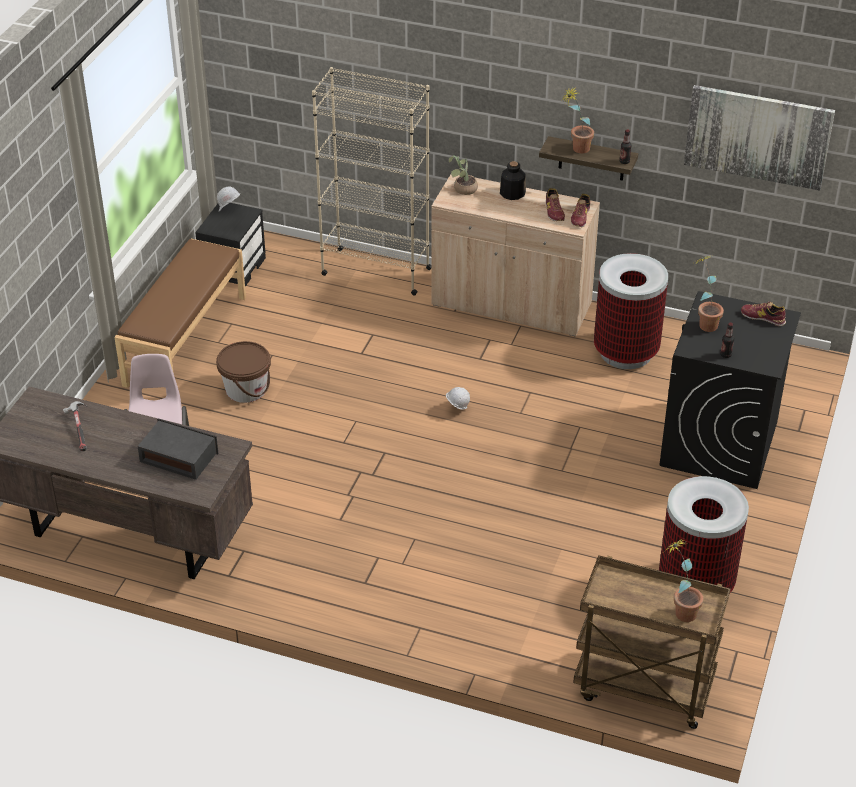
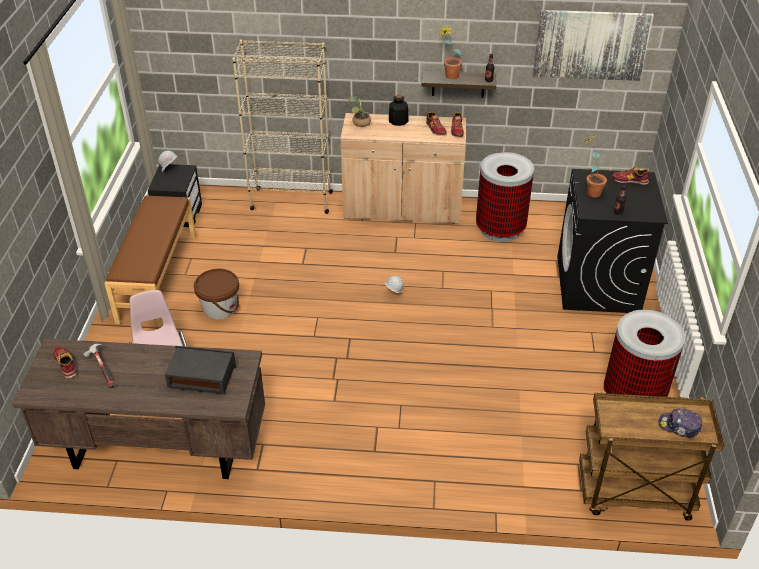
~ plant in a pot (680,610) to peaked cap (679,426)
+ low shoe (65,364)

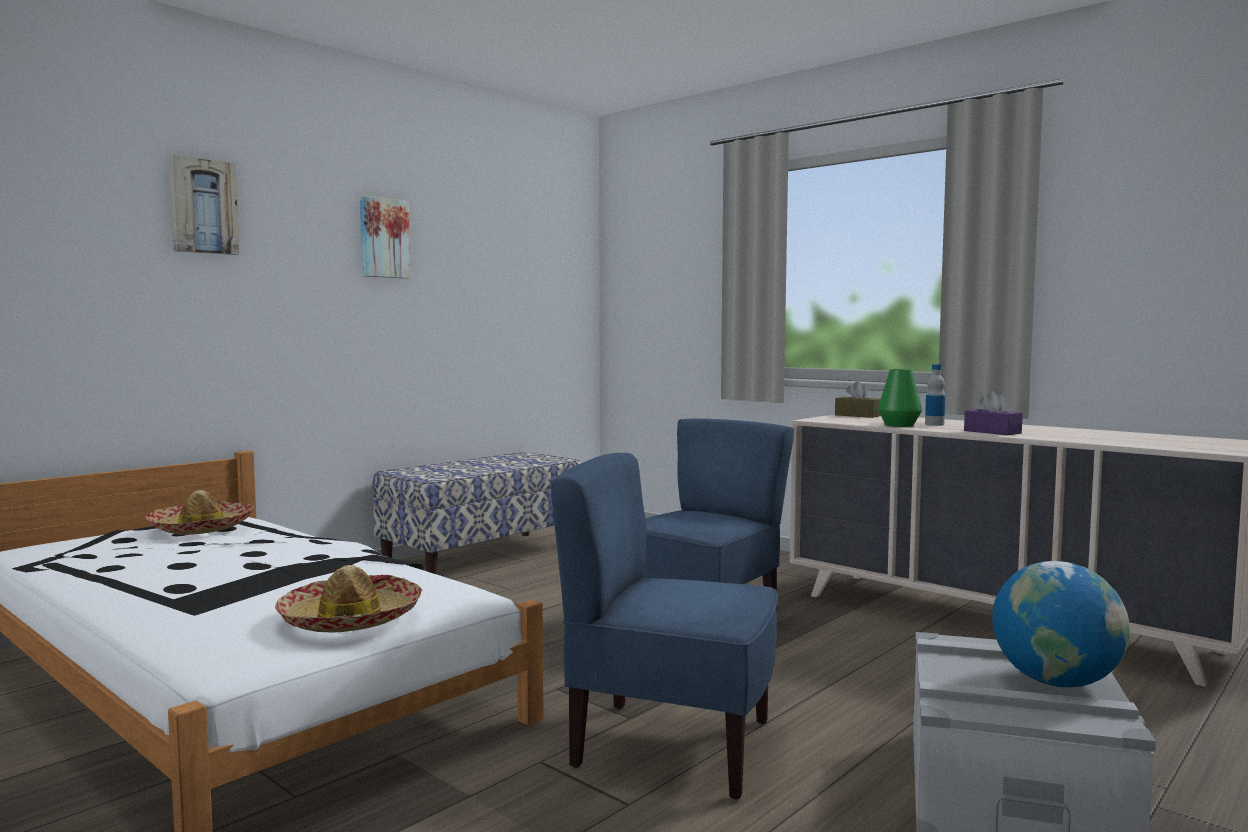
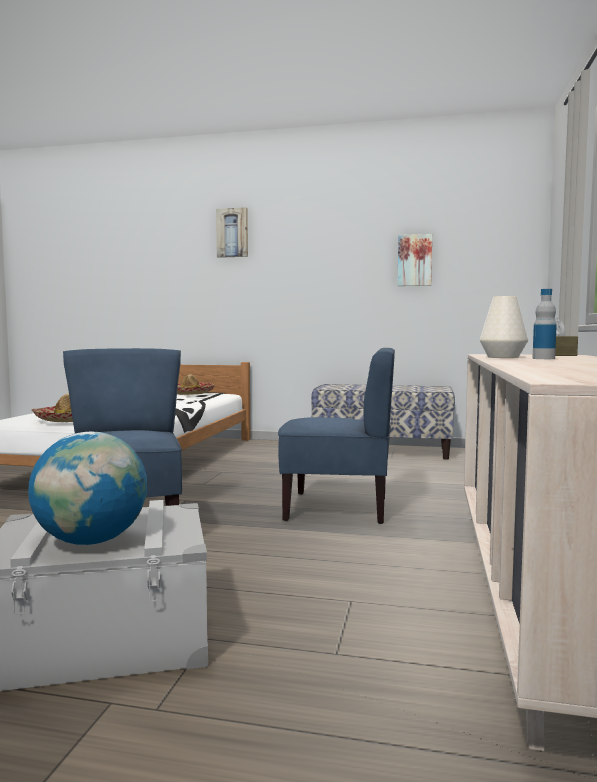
~ wall art (383,238) to (414,260)
~ green-coloured vase (899,425) to white-coloured vase (503,357)
- purplish tissue holder (992,432)

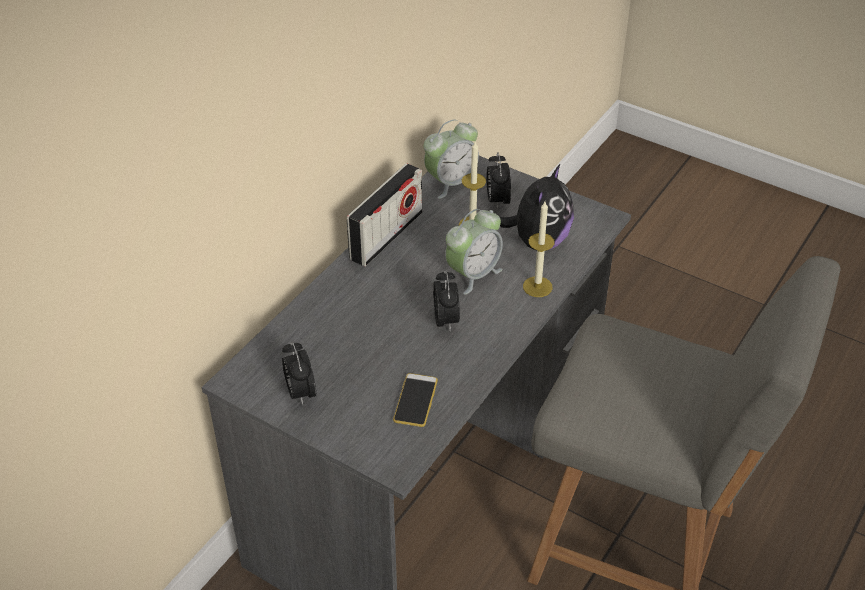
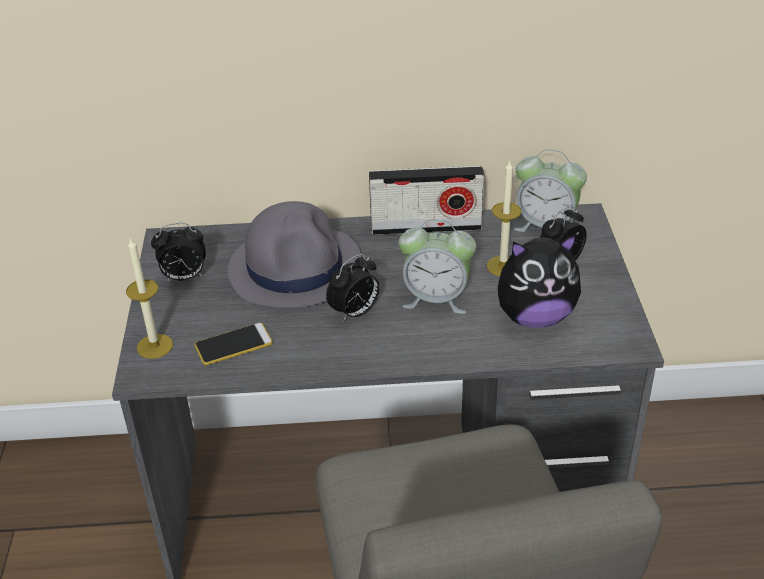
~ wax light (537,287) to (155,346)
~ alarm clock (300,392) = (184,277) 135 degrees counterclockwise
+ grey wearable hat (296,267)

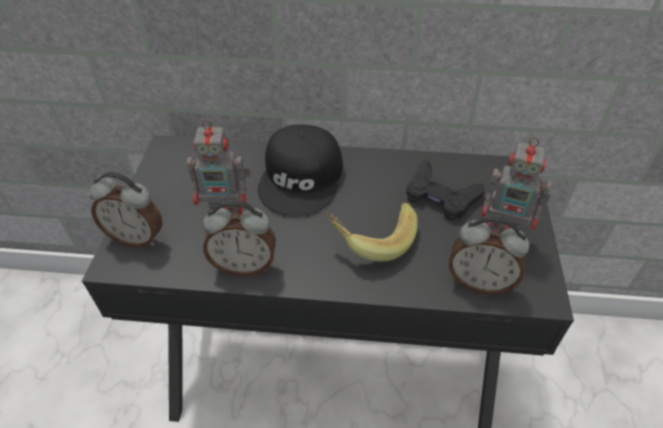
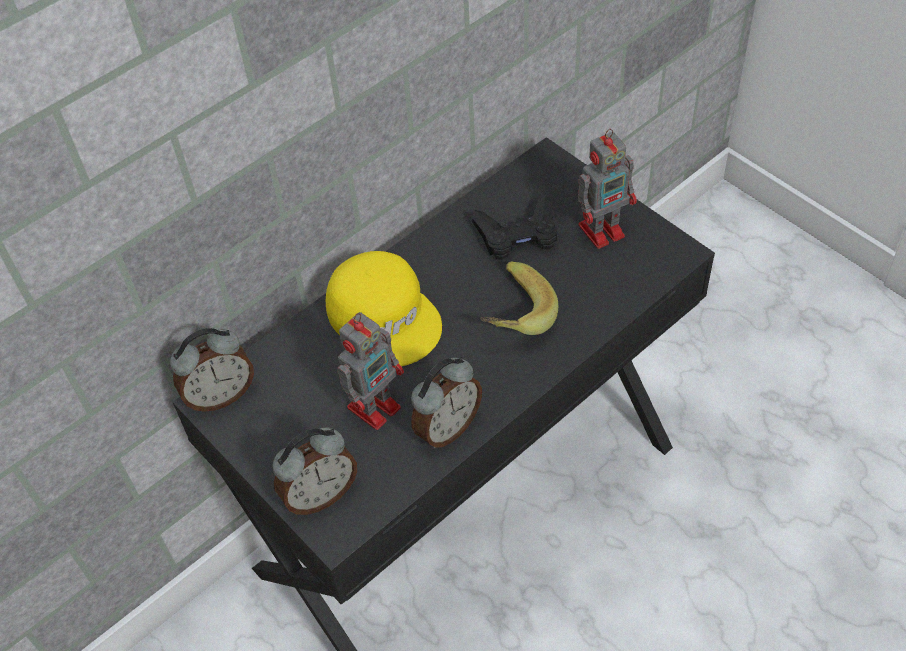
~ black peaked cap (302,178) to yellowish peaked cap (385,316)
~ alarm clock (479,281) to (220,395)

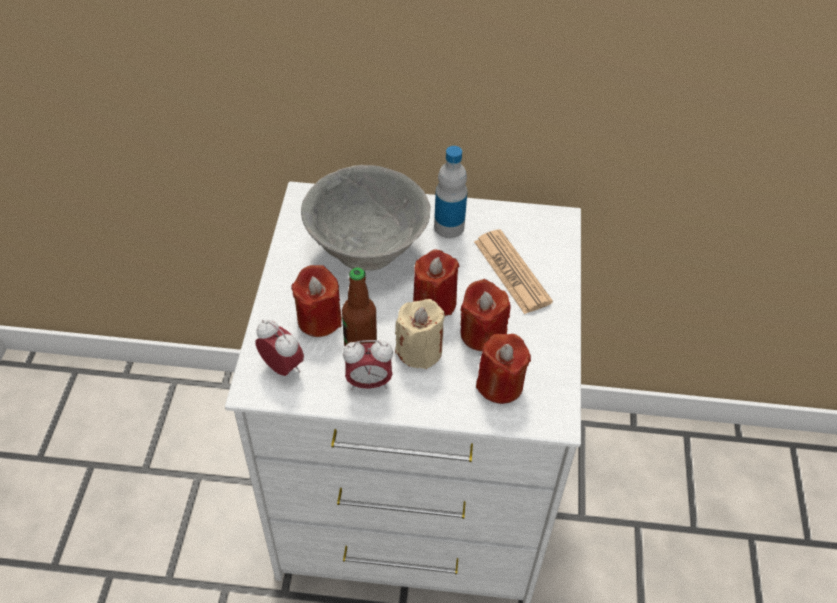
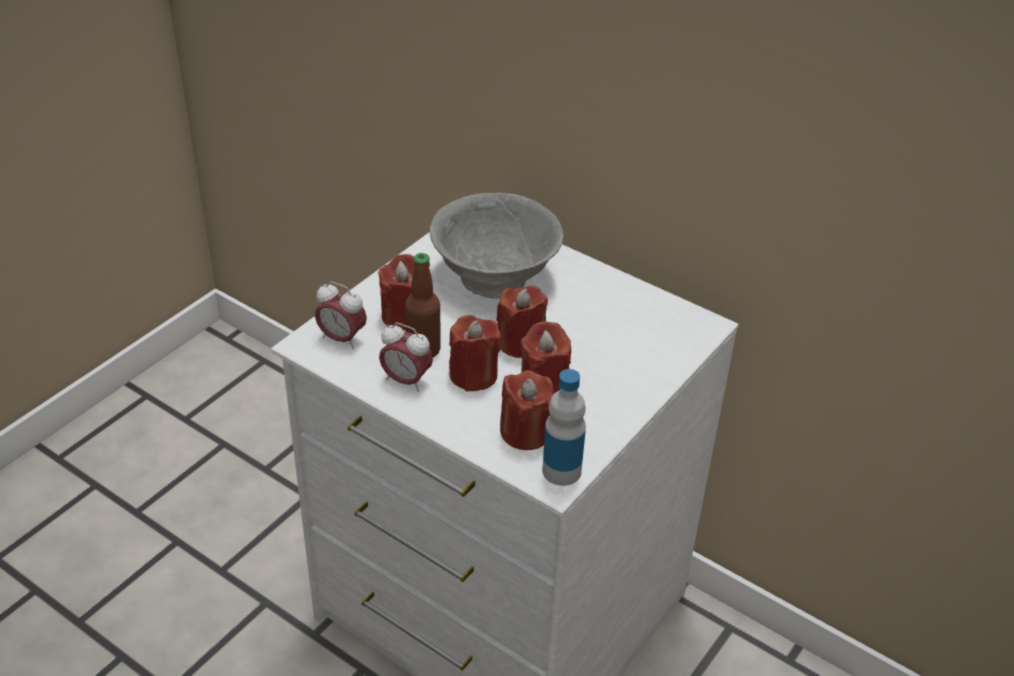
~ drink bottle (449,227) to (561,471)
- daily paper (512,272)
~ sand-coloured wax light (419,350) to red wax light (473,375)
~ alarm clock (282,367) = (342,338) 135 degrees clockwise

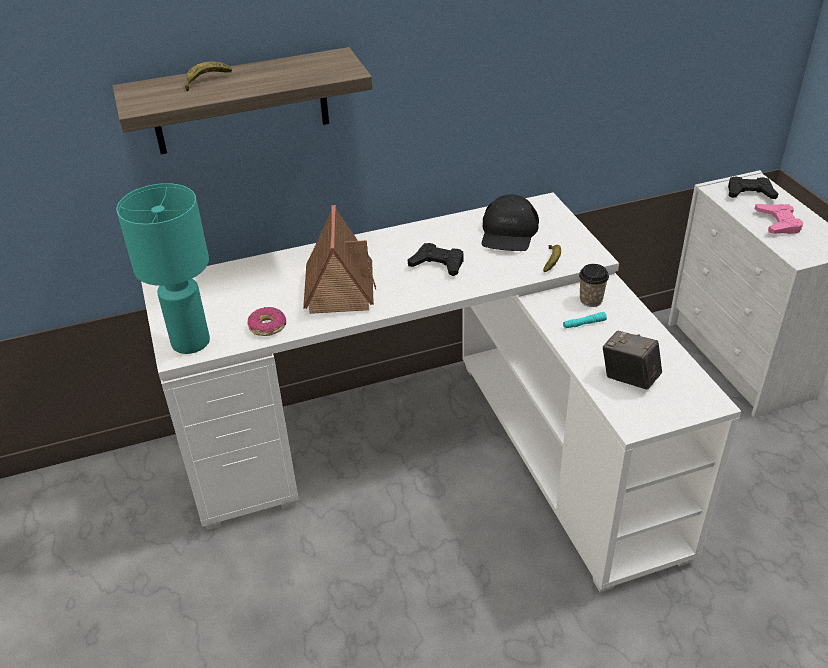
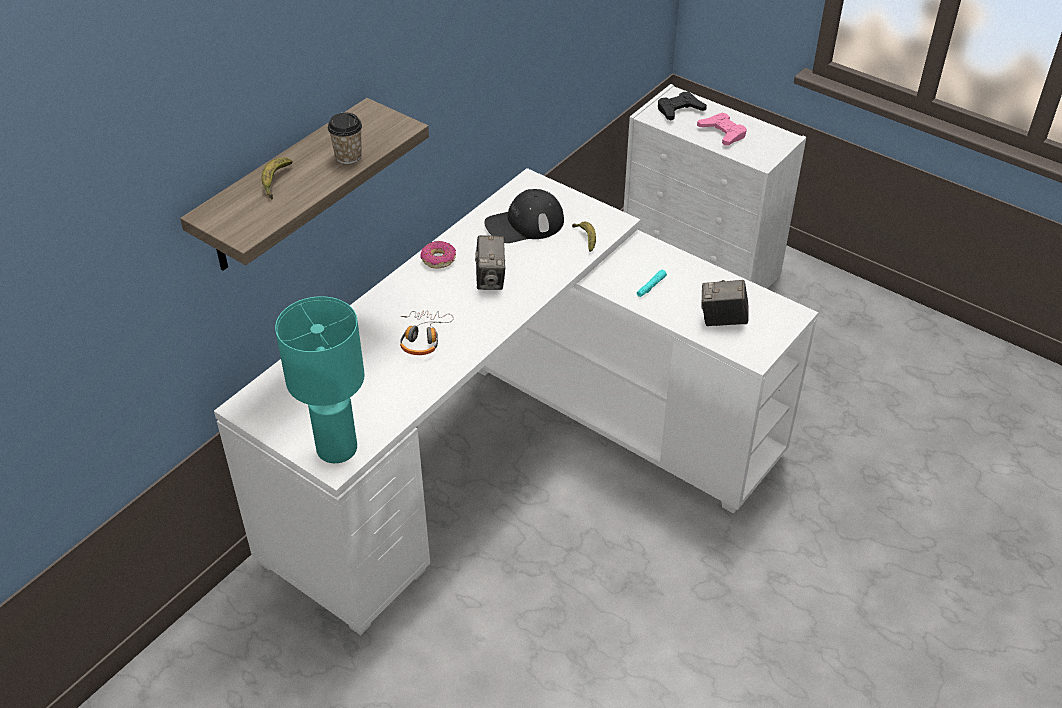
~ black peaked cap (508,232) = (524,224) 90 degrees clockwise
~ model house (339,287) to pair of headphones (423,337)
~ black joypad (438,264) to photo camera (491,279)
~ small cup (591,300) to (348,156)
~ donut (267,327) to (438,259)

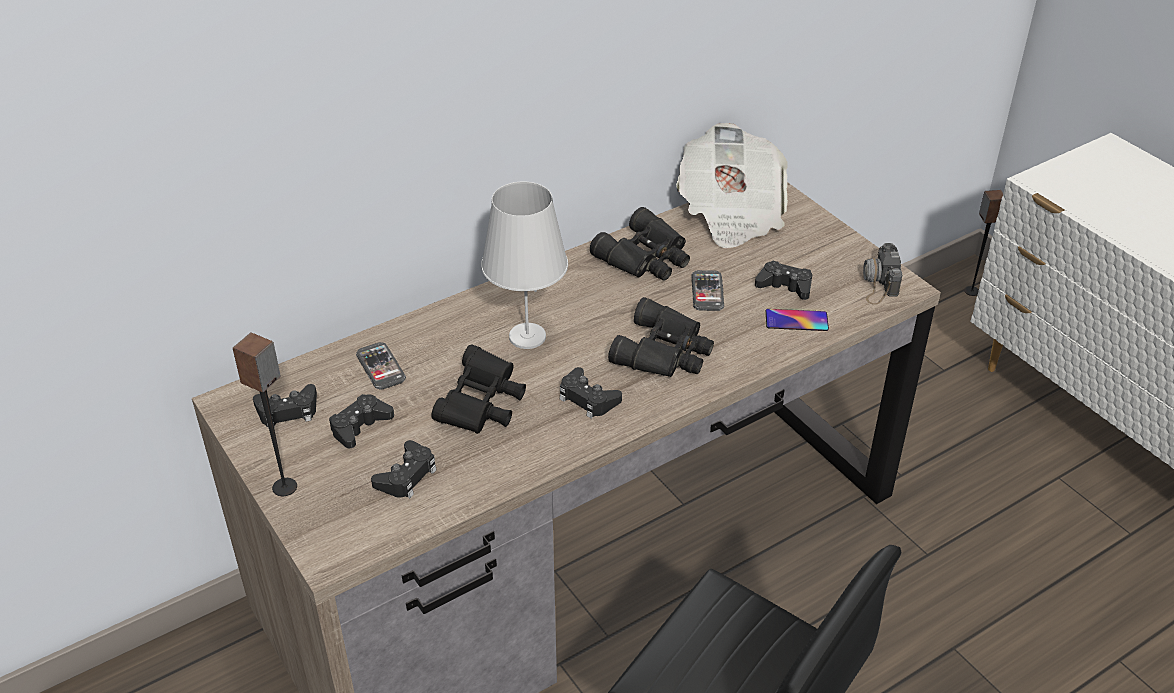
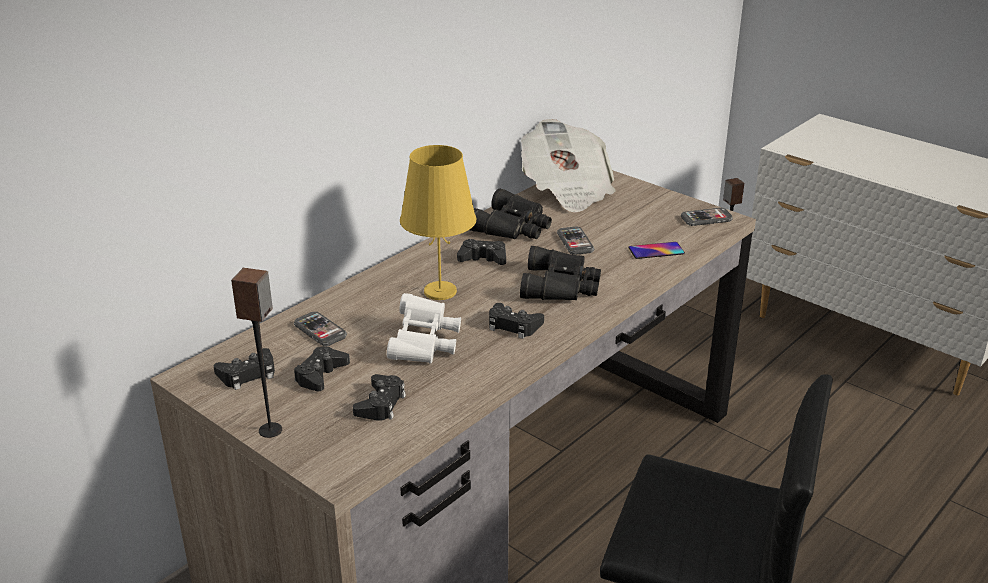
~ white-coloured lamp for a table (527,337) to yellowish lamp for a table (440,291)
~ photo camera (879,282) to telephone (706,218)
~ black joypad (785,286) to (483,258)
~ black binoculars (482,406) to white-coloured binoculars (424,344)

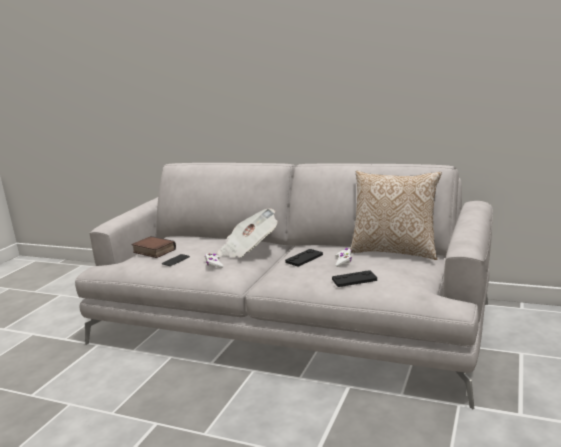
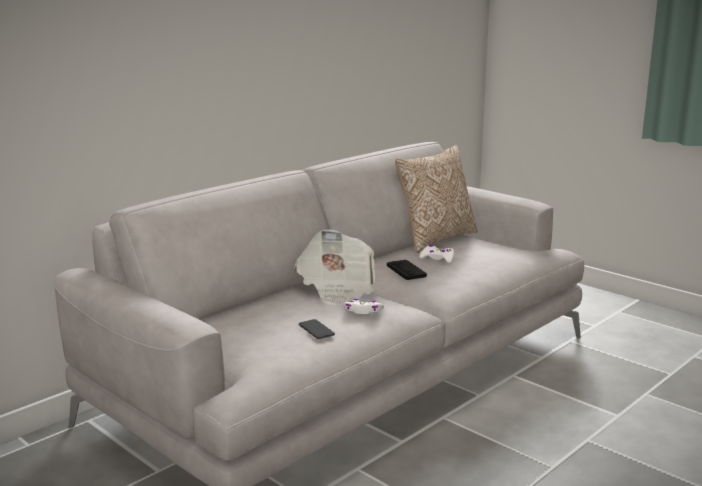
- bound book (153,251)
- black joypad (354,279)

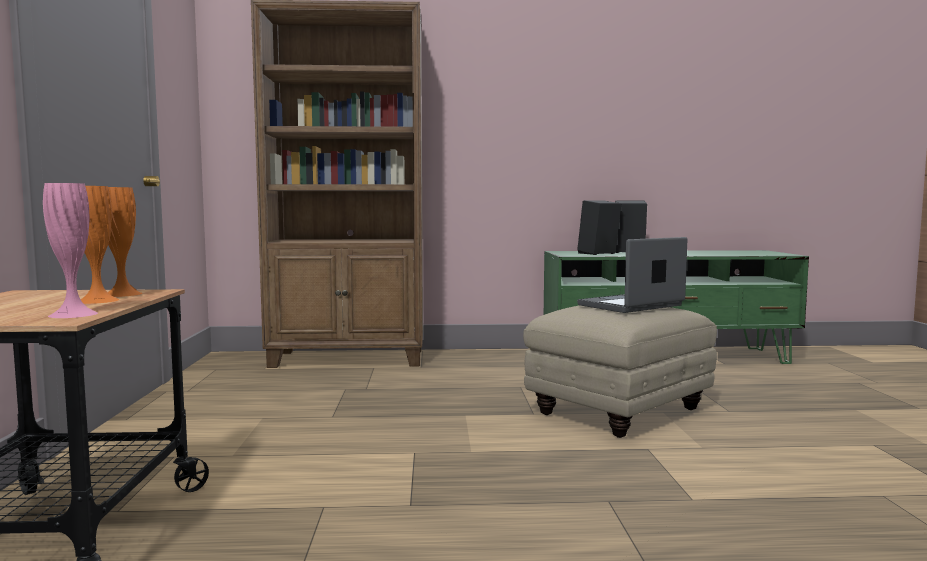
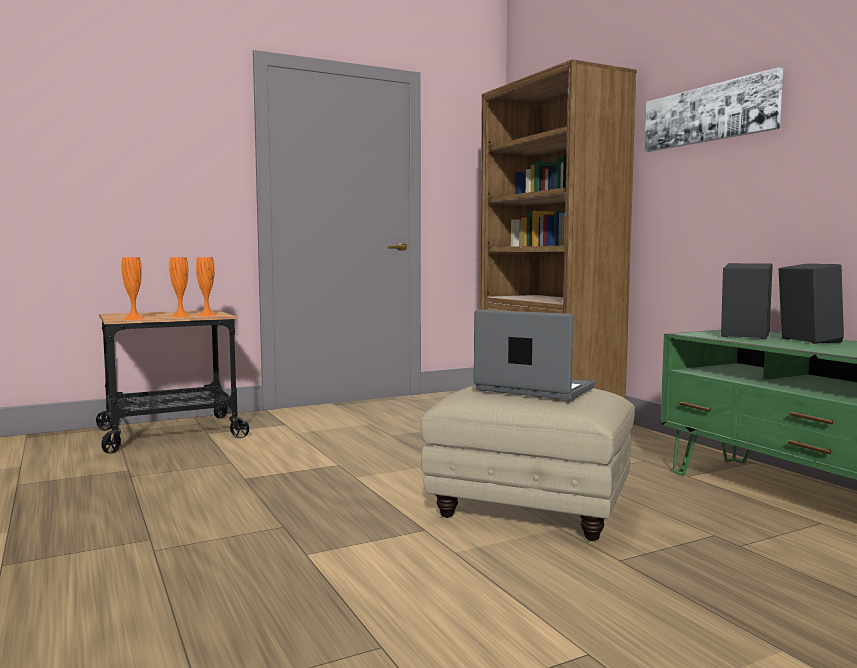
~ pink-coloured vase (73,314) to orange vase (134,319)
+ wall art (709,114)

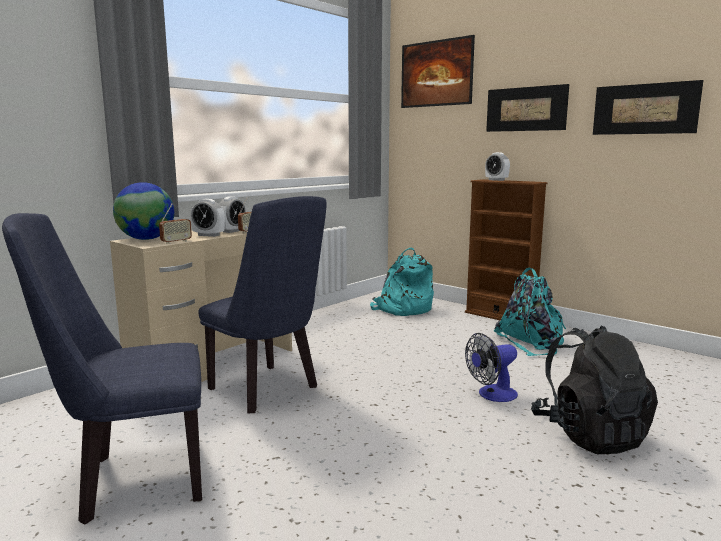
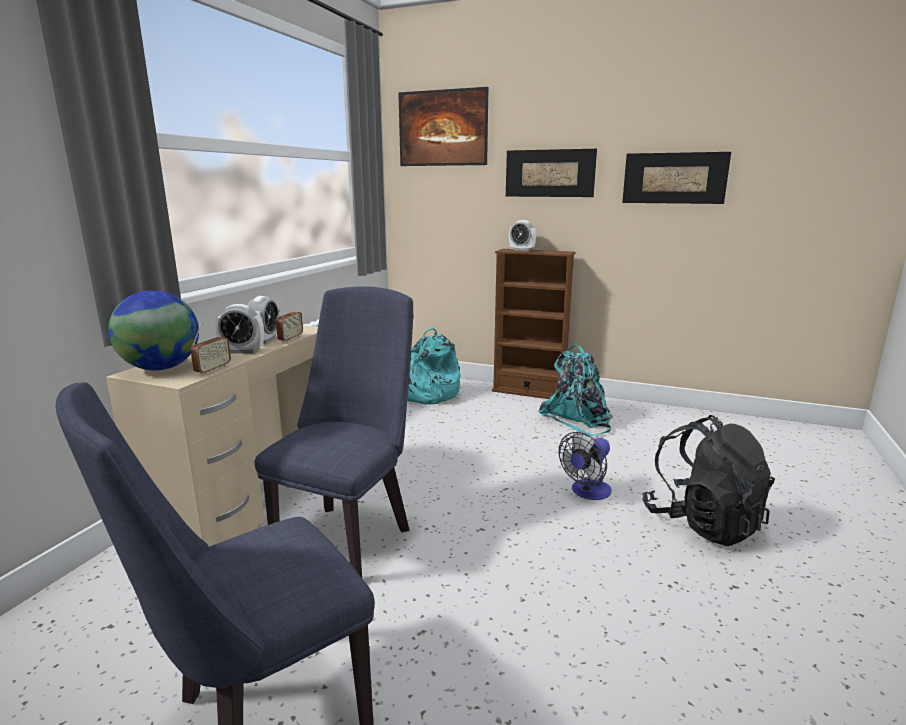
~ bluish plain chair (268,391) = (349,535) 90 degrees counterclockwise

